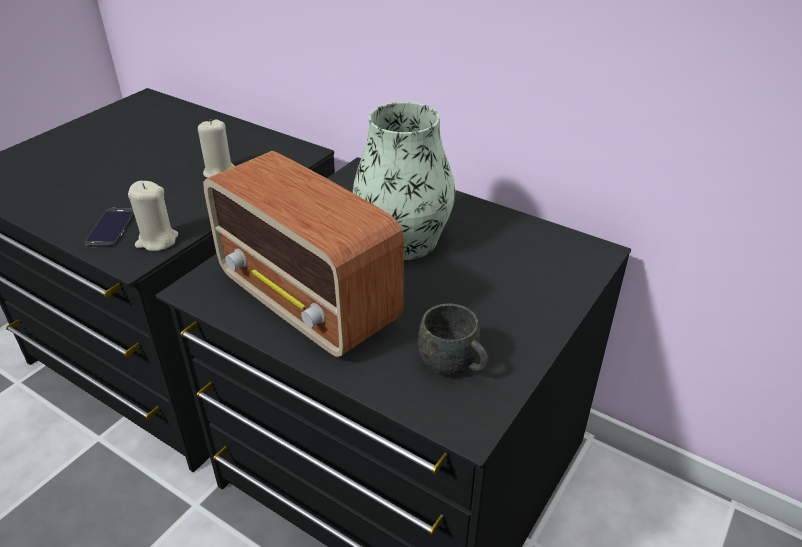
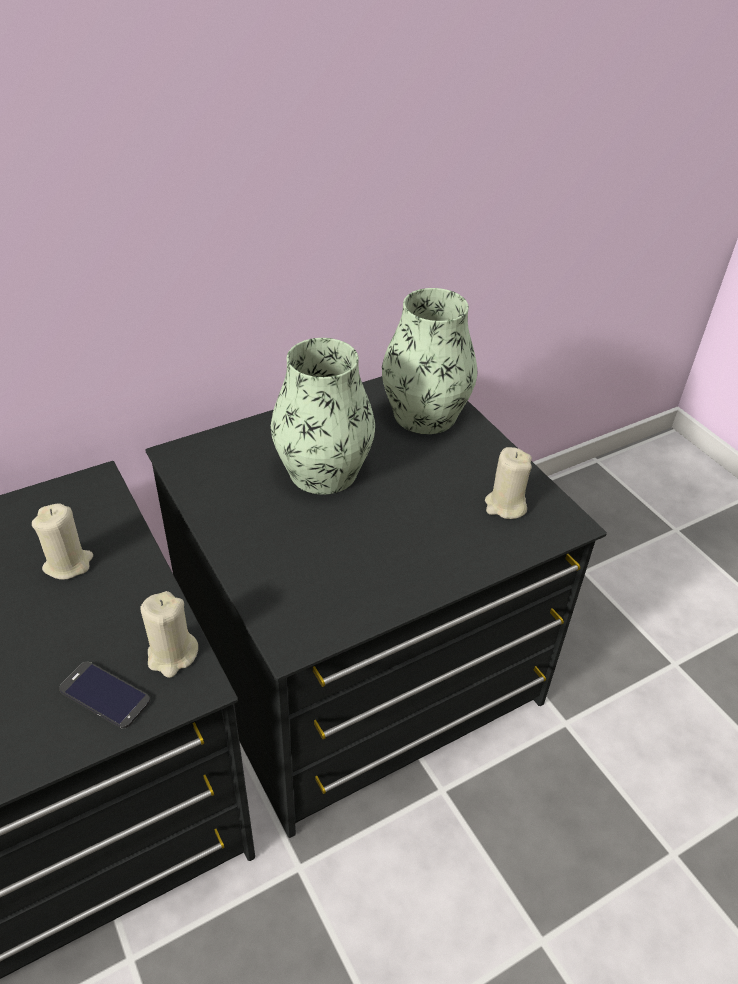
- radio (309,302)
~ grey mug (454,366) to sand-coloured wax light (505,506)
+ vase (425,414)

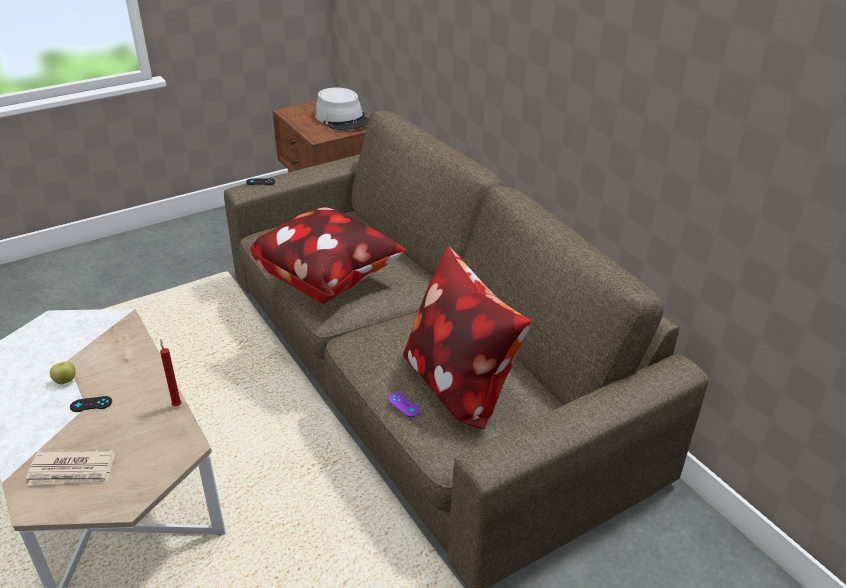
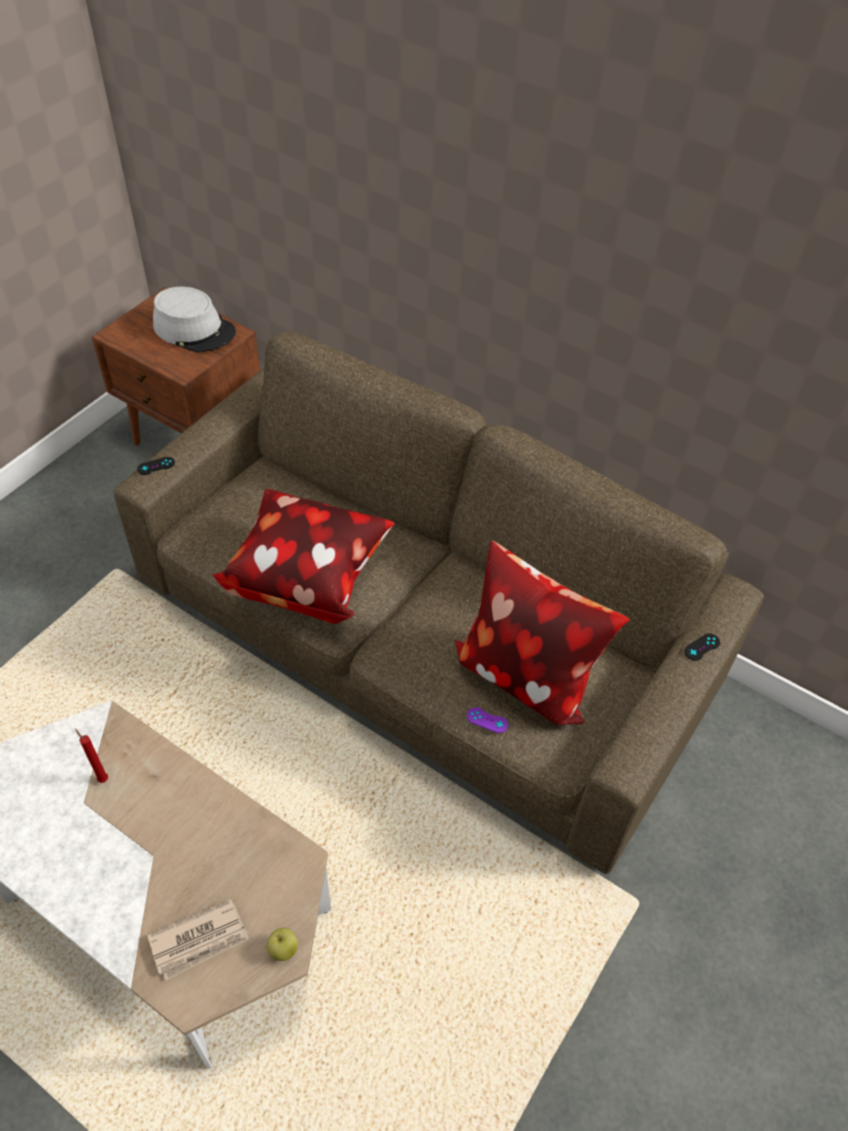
~ red wax light (176,404) to (102,778)
~ whole apple (65,381) to (283,949)
~ black joypad (91,404) to (702,647)

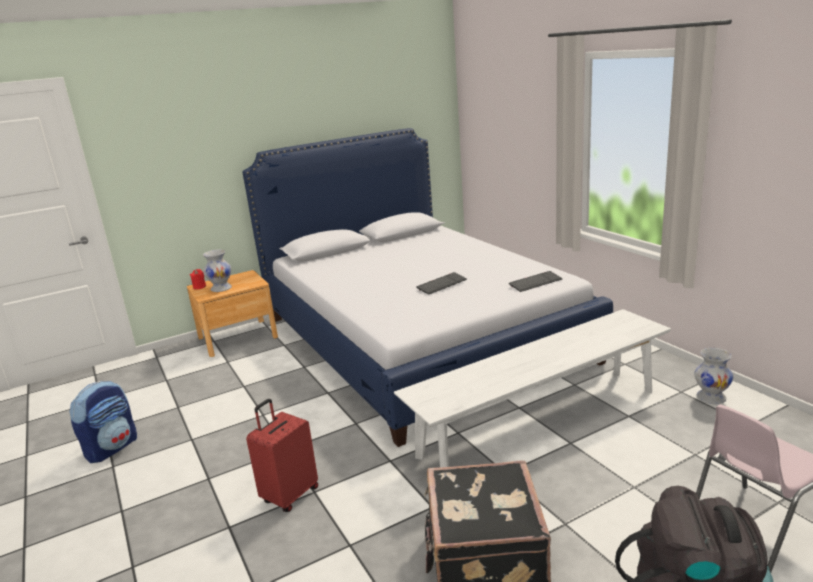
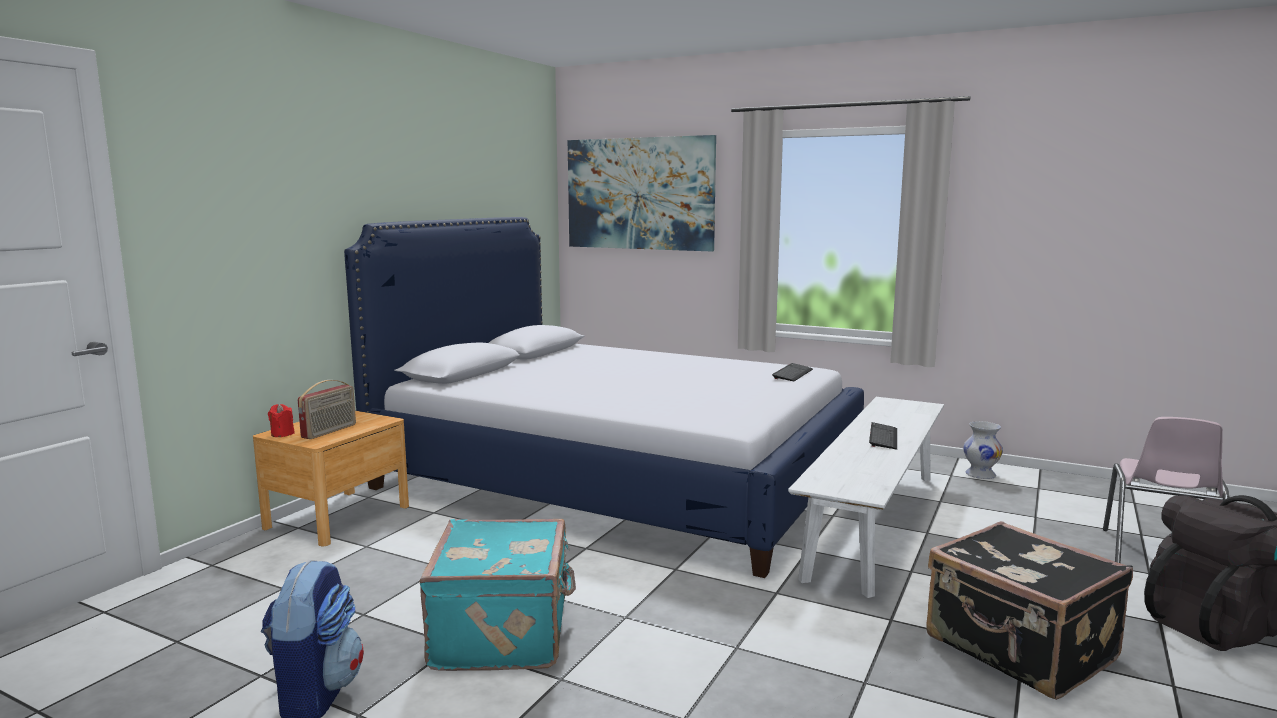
~ white-coloured vase (221,288) to radio (330,431)
~ keyboard (441,284) to (883,437)
- red suitcase (289,495)
+ wall art (639,194)
+ blue-green suitcase (504,633)

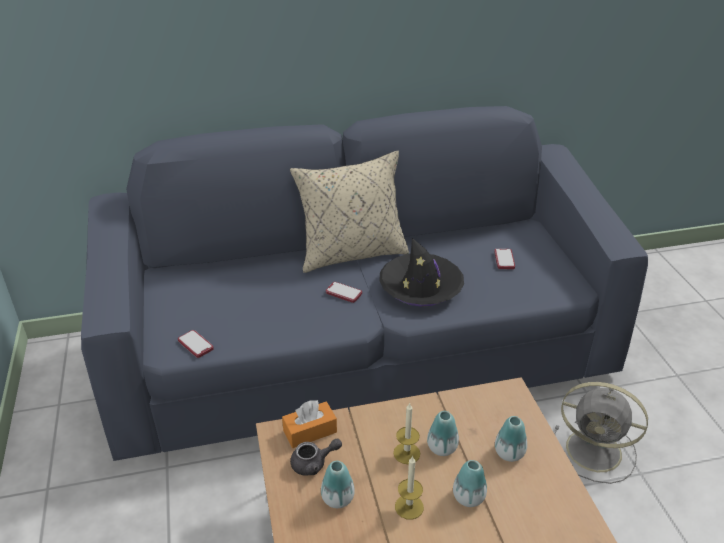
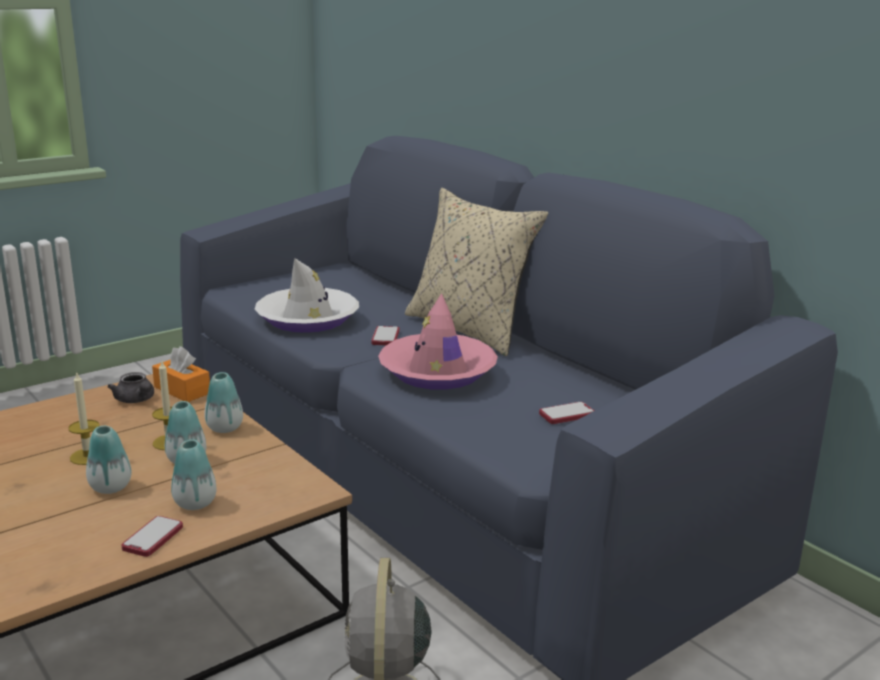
~ black wearable hat (421,287) to pink-coloured wearable hat (437,372)
~ telephone (195,344) to (153,538)
~ vase (337,498) to (224,428)
+ white-coloured wearable hat (307,319)

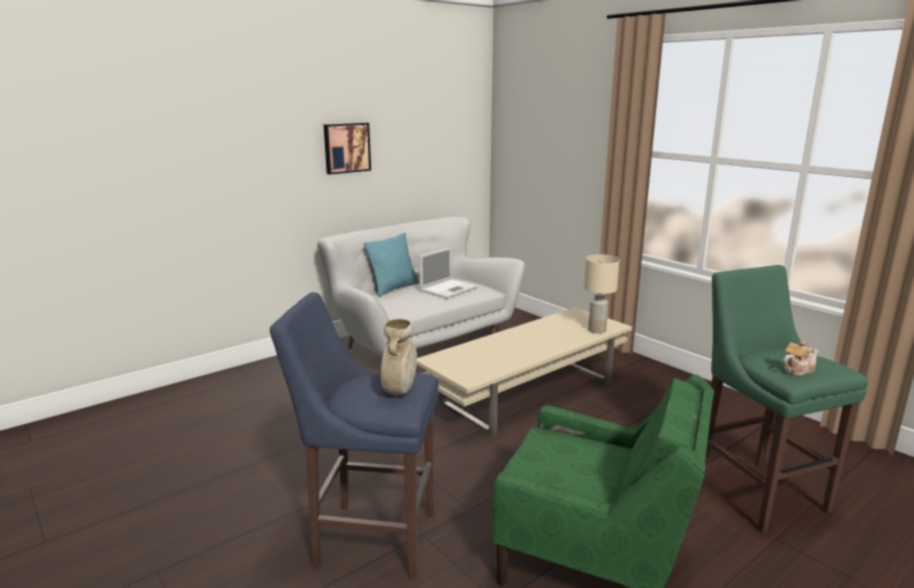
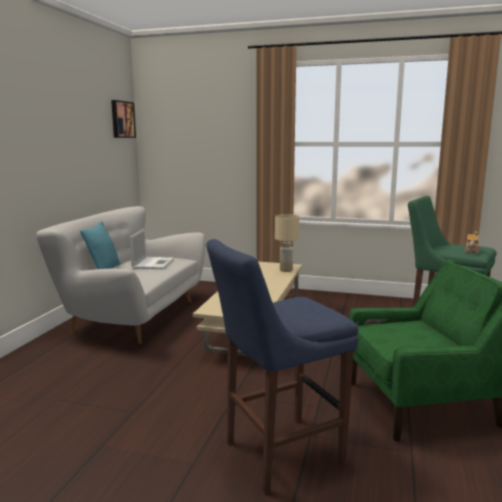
~ wall art (346,147) to (122,119)
- sand-coloured vase (399,391)

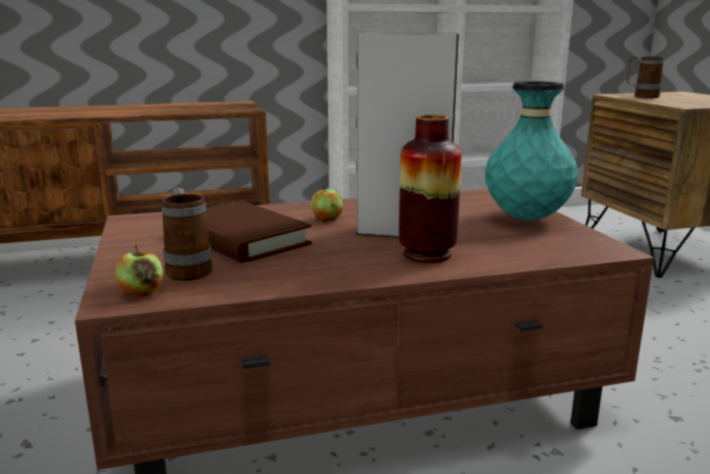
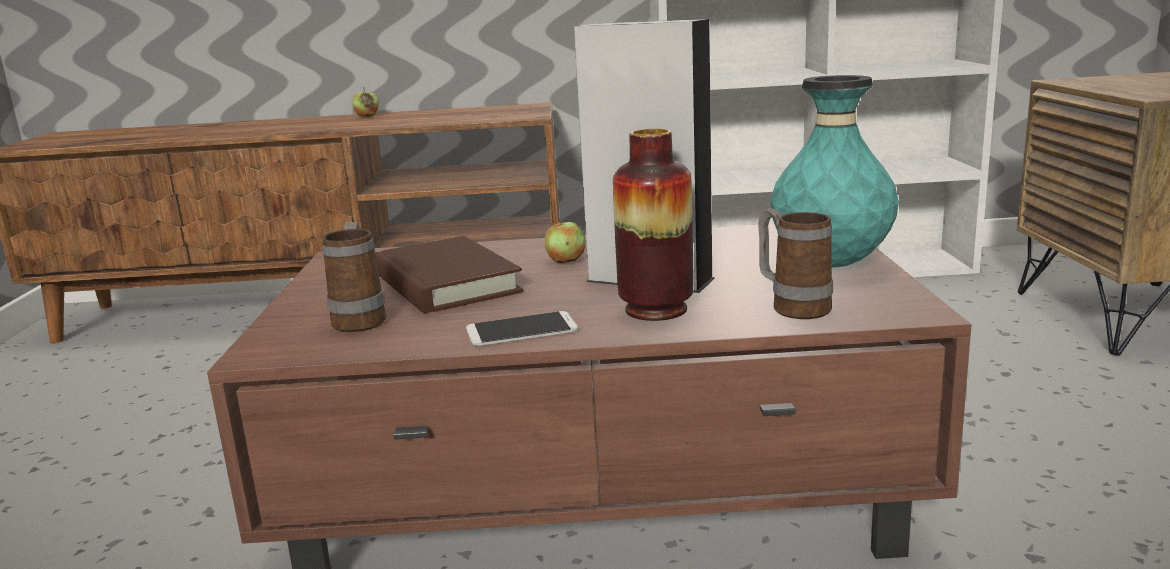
~ mug (641,96) to (792,307)
~ whole apple (141,292) to (367,116)
+ telephone (521,330)

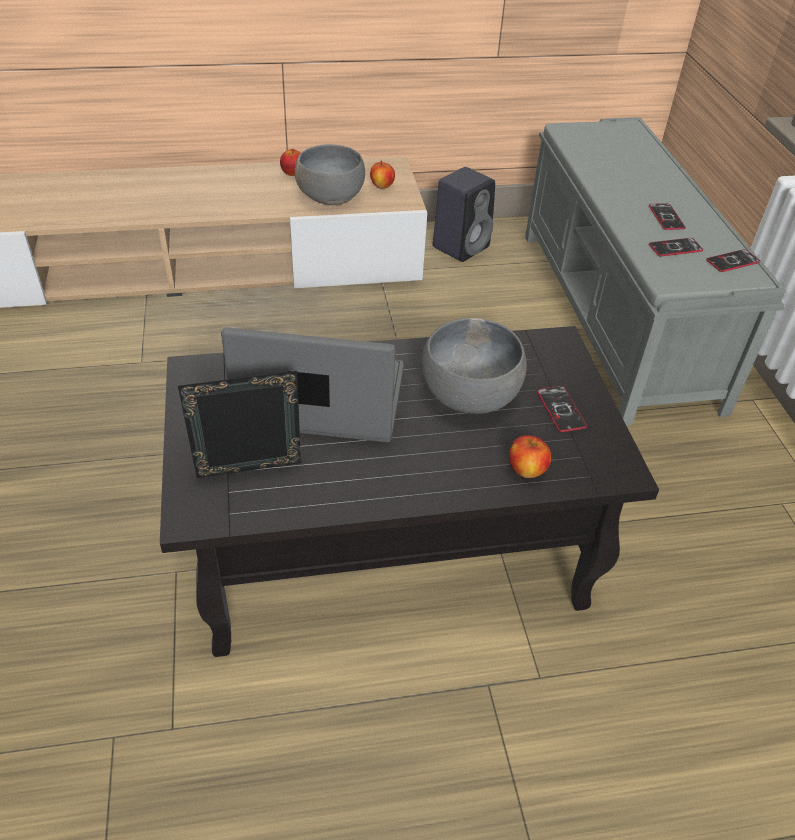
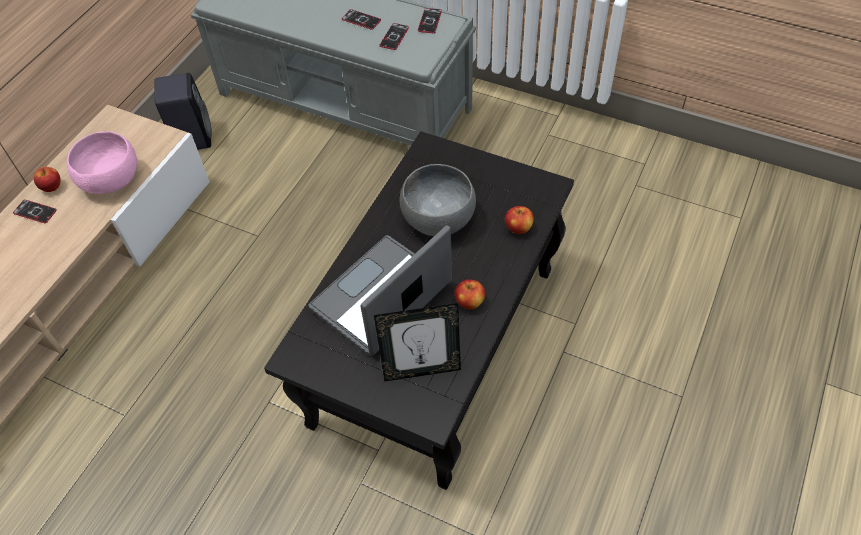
~ grey serving bowl (330,196) to pink-coloured serving bowl (111,180)
~ whole apple (382,186) to (470,302)
~ photo frame (250,476) = (421,370) 120 degrees counterclockwise
~ telephone (561,409) to (35,212)

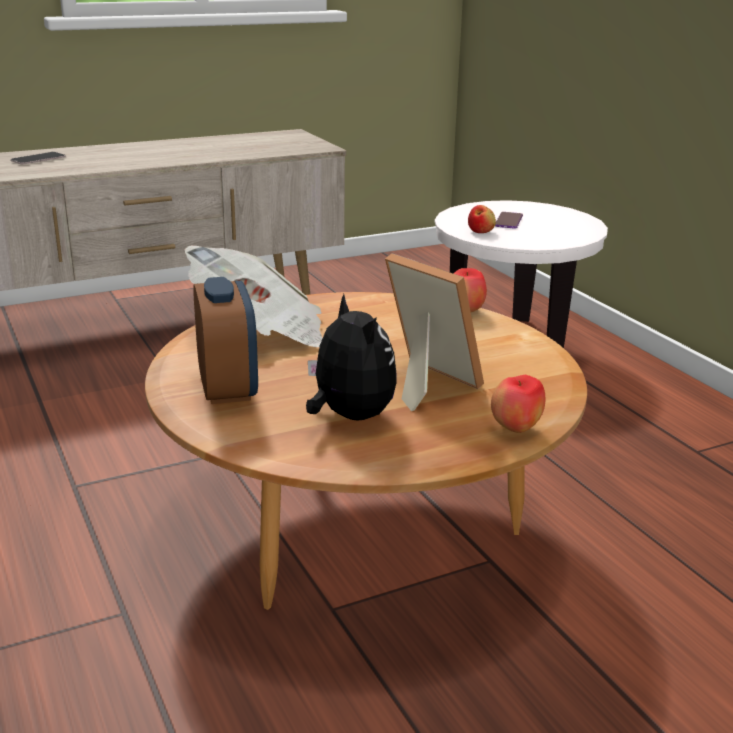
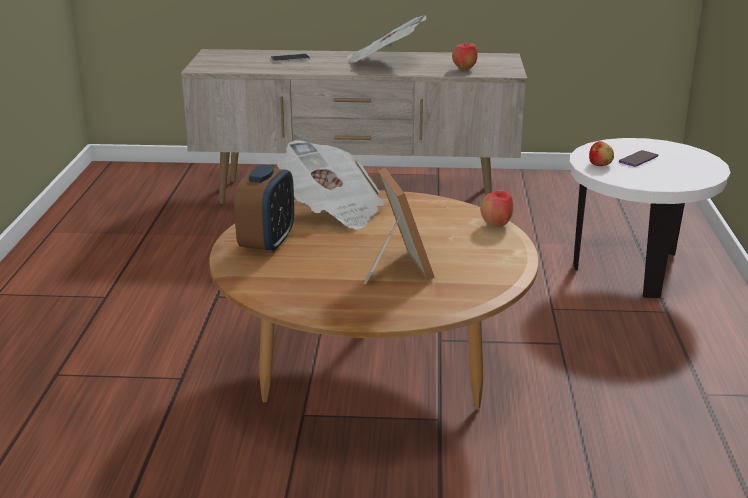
- plush toy (349,416)
~ whole apple (516,429) to (464,69)
+ daily paper (383,62)

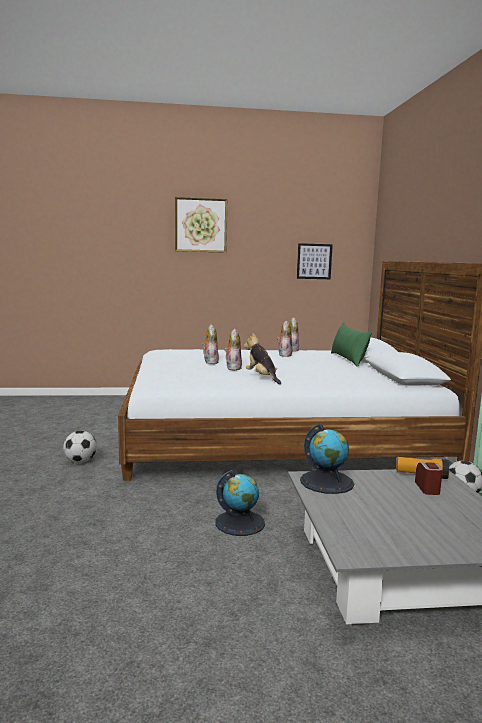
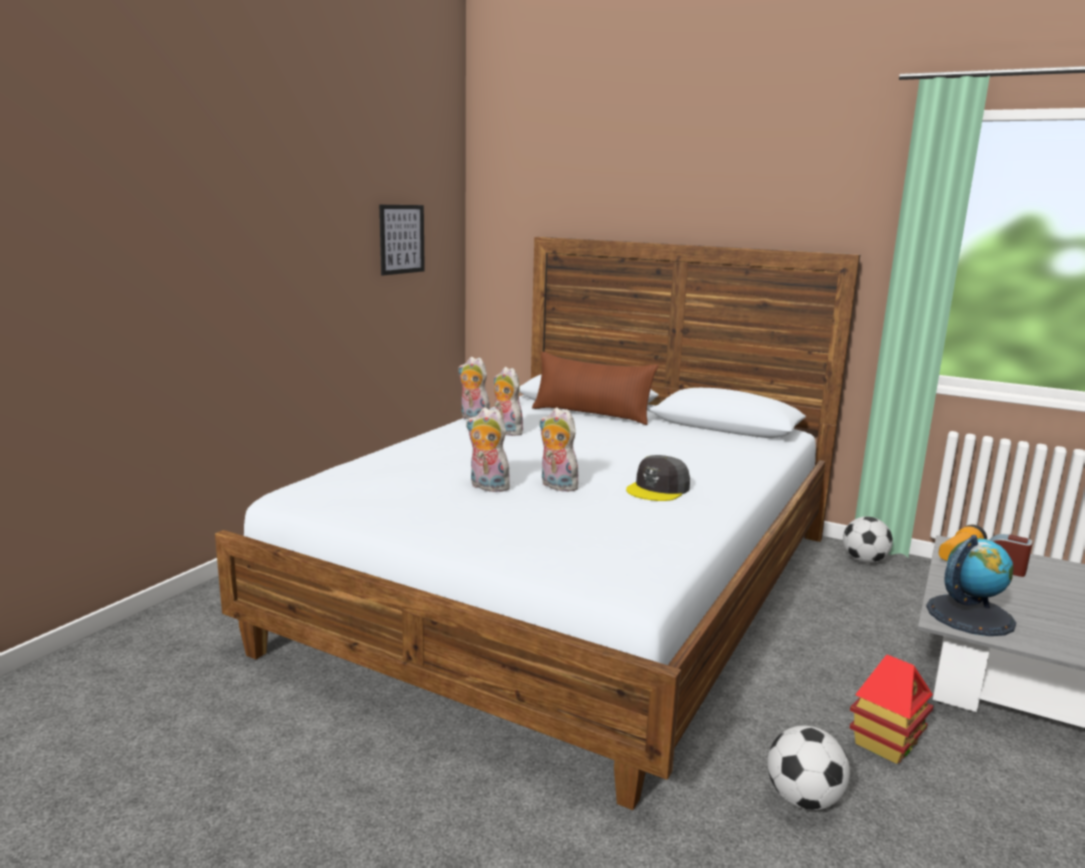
- wall art (201,225)
~ green-coloured pillow (348,359) to brownish pillow (591,414)
~ plush toy (262,378) to grey peaked cap (658,489)
~ football ball (80,461) to (803,799)
~ desk globe (240,522) to model house (885,743)

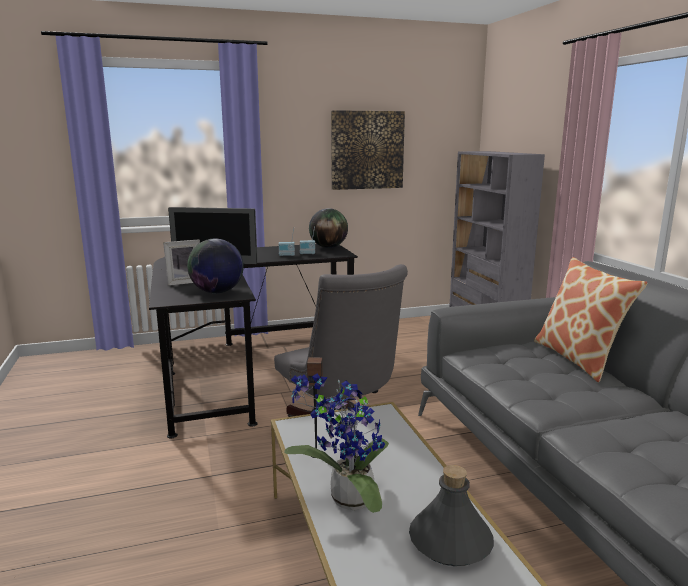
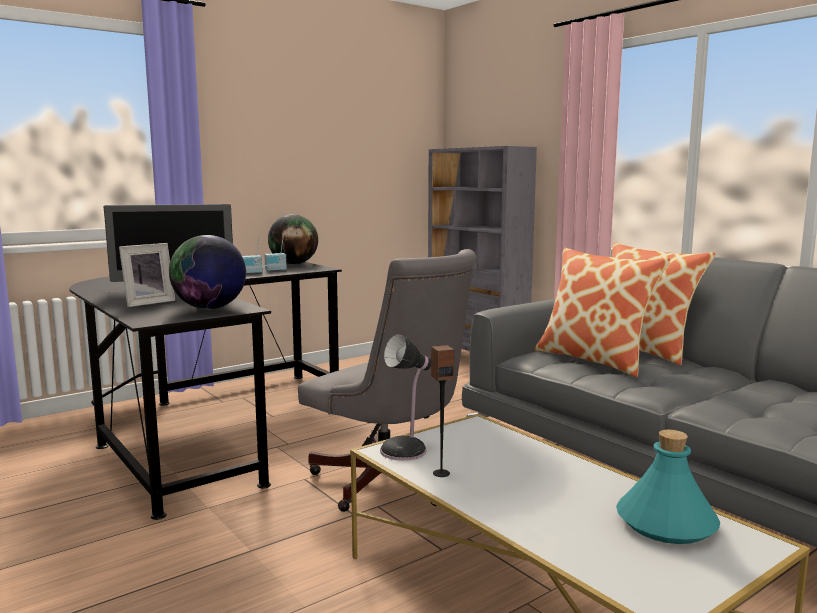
- wall art (367,150)
- plant in a pot (346,500)
~ grey drink bottle (450,541) to blue-green drink bottle (666,523)
+ pillow (595,360)
+ lamp for a table (406,450)

